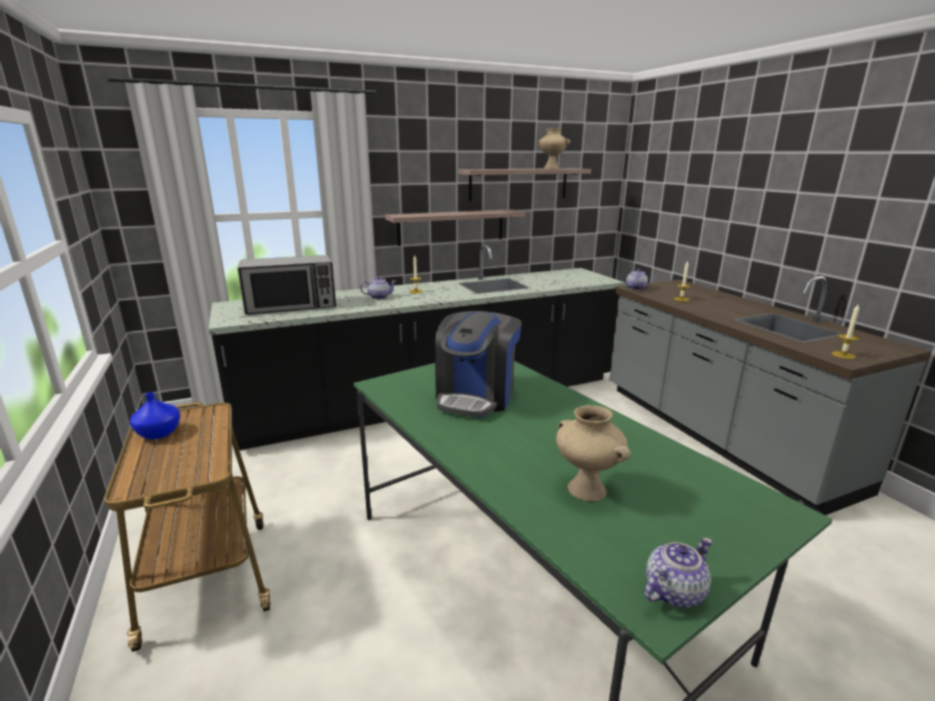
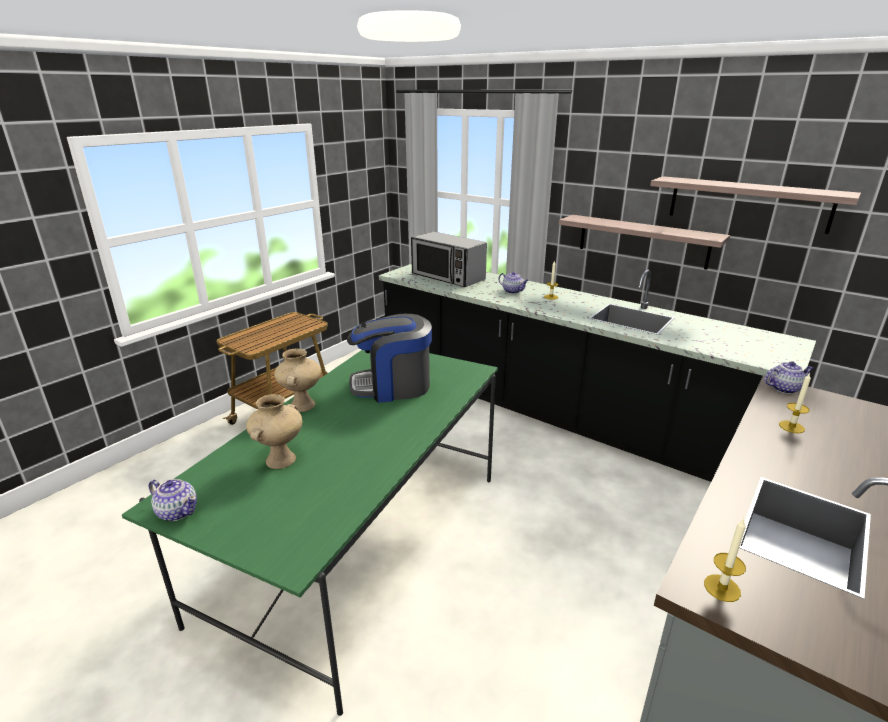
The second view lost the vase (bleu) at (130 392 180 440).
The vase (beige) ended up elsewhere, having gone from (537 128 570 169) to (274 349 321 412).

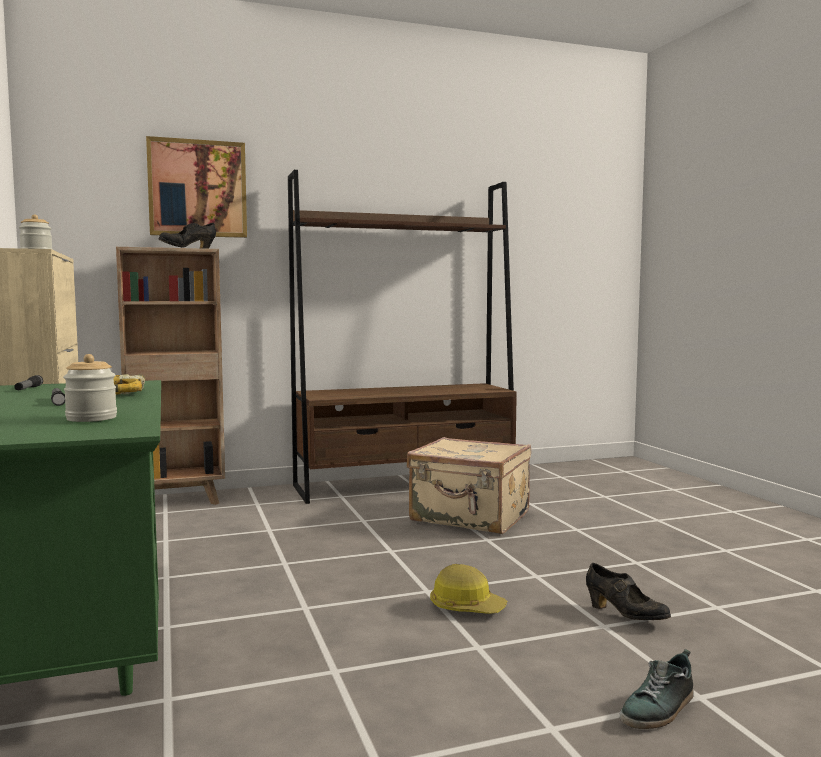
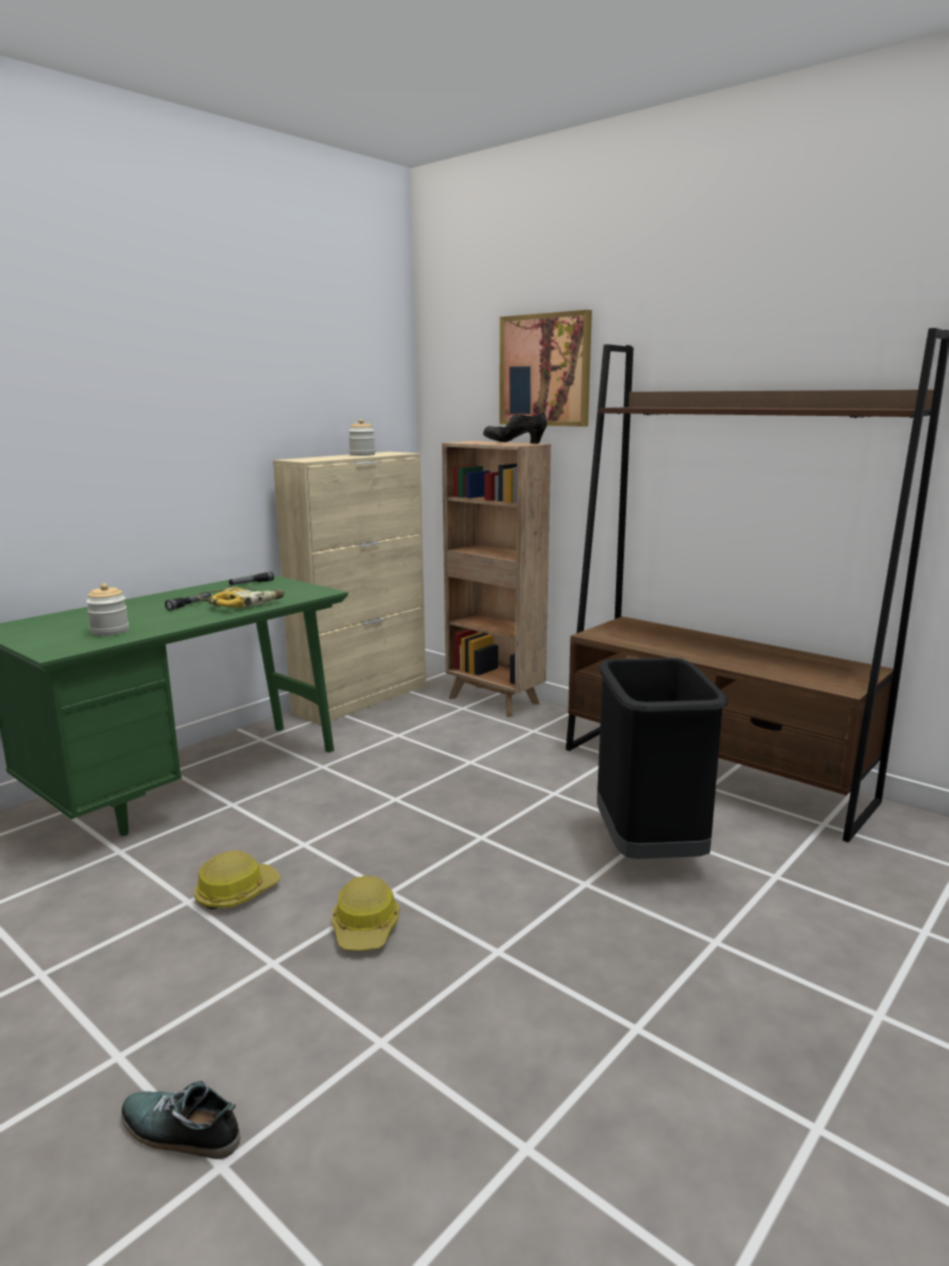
Where the valise (beige) stood at (407 437 531 534), the poubelle (noir) came to stand at (597 658 728 859).
The second view lost the chaussure (noir) at (586 563 671 620).
The second view gained the casque de chantier at (194 851 281 910).

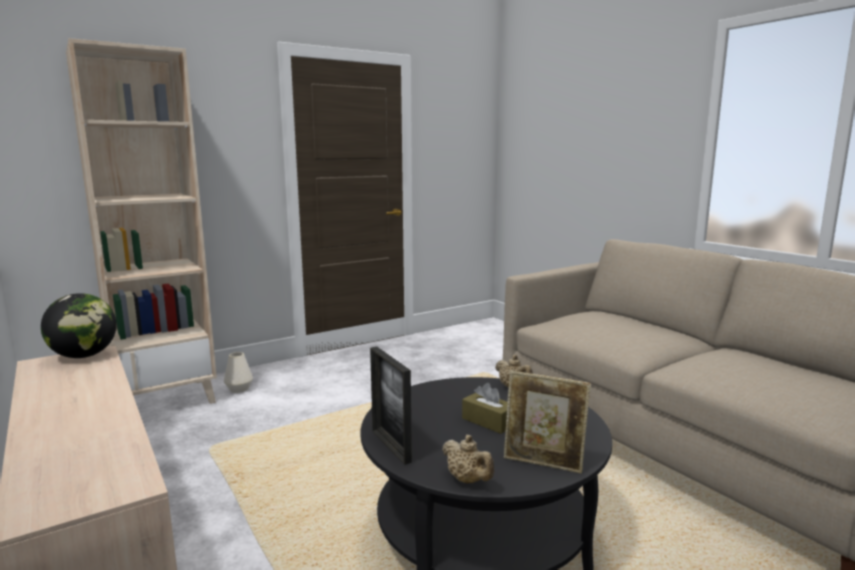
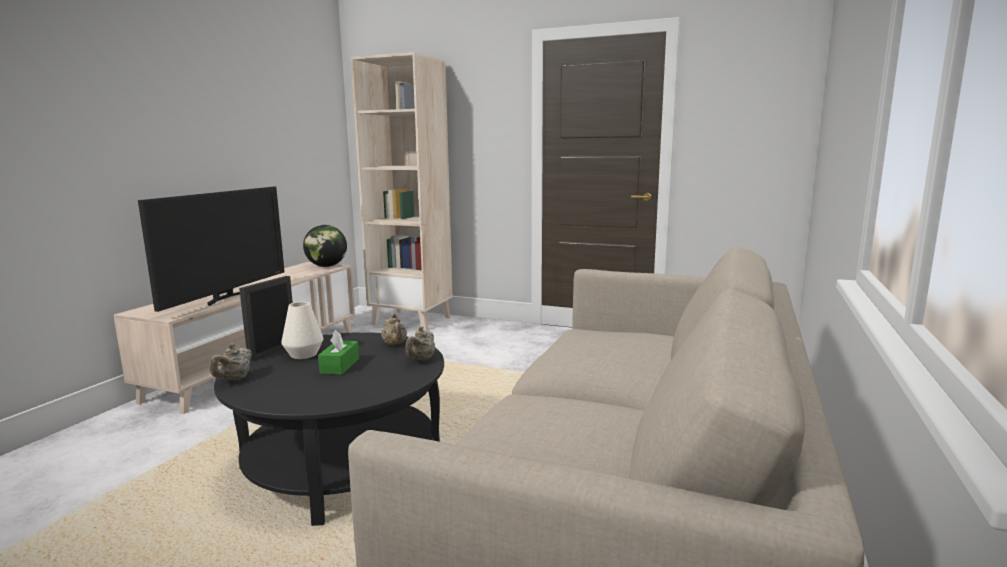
The vase (blanc) ended up elsewhere, having gone from (224 352 253 393) to (281 302 323 359).
What was the boîte à mouchoirs (marron) at (462 383 507 434) turned into the boîte à mouchoirs (vert) at (318 330 359 375).
The second view lost the cadre photo at (504 370 591 474).
The second view gained the téléviseur at (138 187 285 312).
The second view gained the théière (beige) at (381 313 407 346).

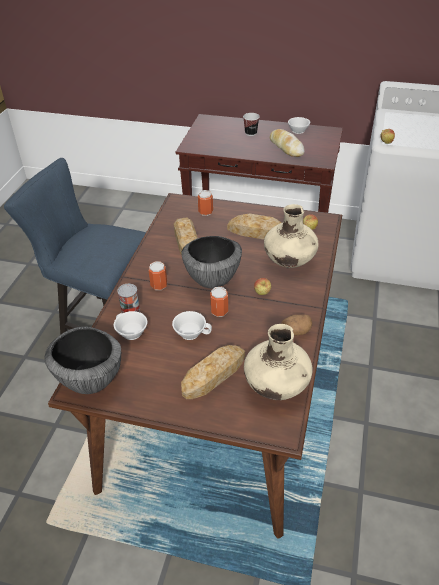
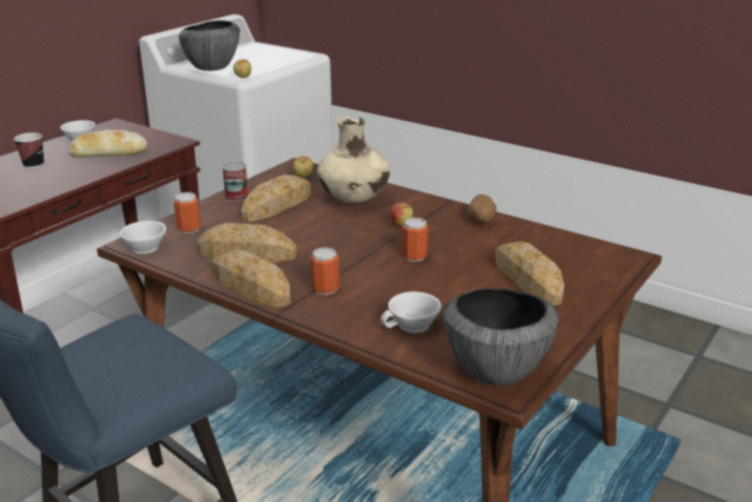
The boîte métallique ended up elsewhere, having gone from (117 284 140 313) to (222 162 248 201).
The tasse (blanc) ended up elsewhere, having gone from (172 311 212 340) to (120 221 166 254).
The bol ended up elsewhere, having gone from (181 236 242 288) to (179 20 240 71).
The second view lost the vase (beige) at (244 324 313 400).
The second view gained the pain at (210 250 290 307).

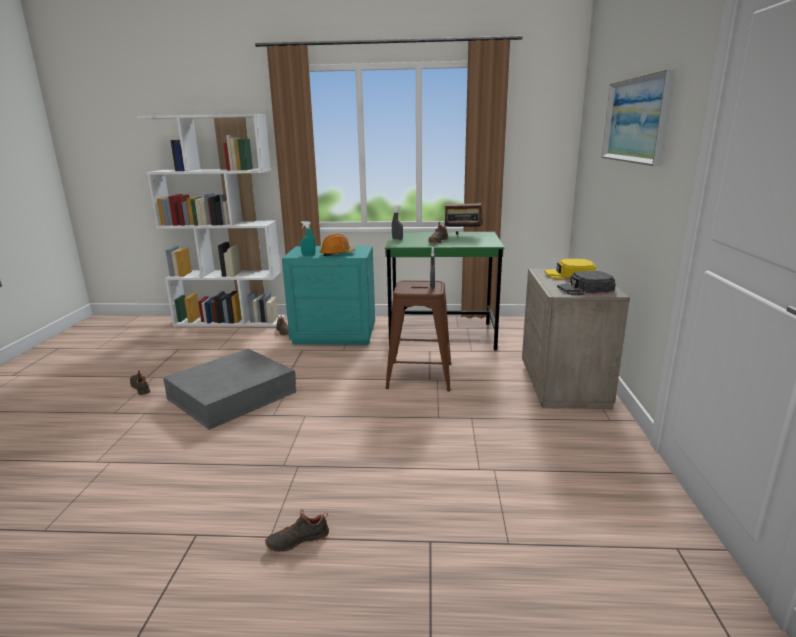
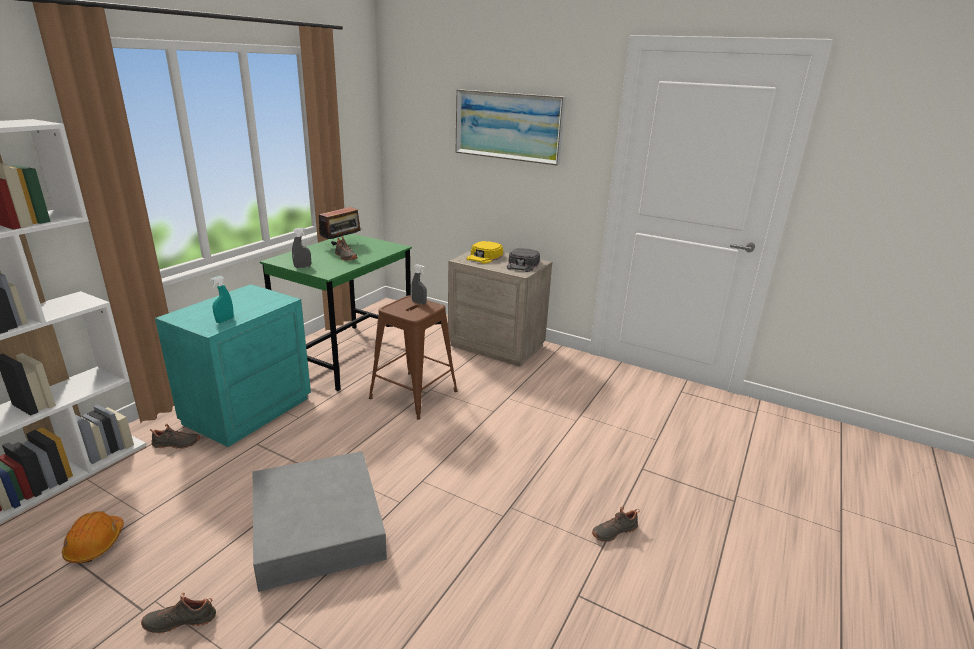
The chaussure (noir) at (265 509 329 552) ended up facing another way, 60 degrees clockwise from before.
The casque de chantier (orange) ended up elsewhere, having gone from (320 234 355 256) to (62 511 124 563).

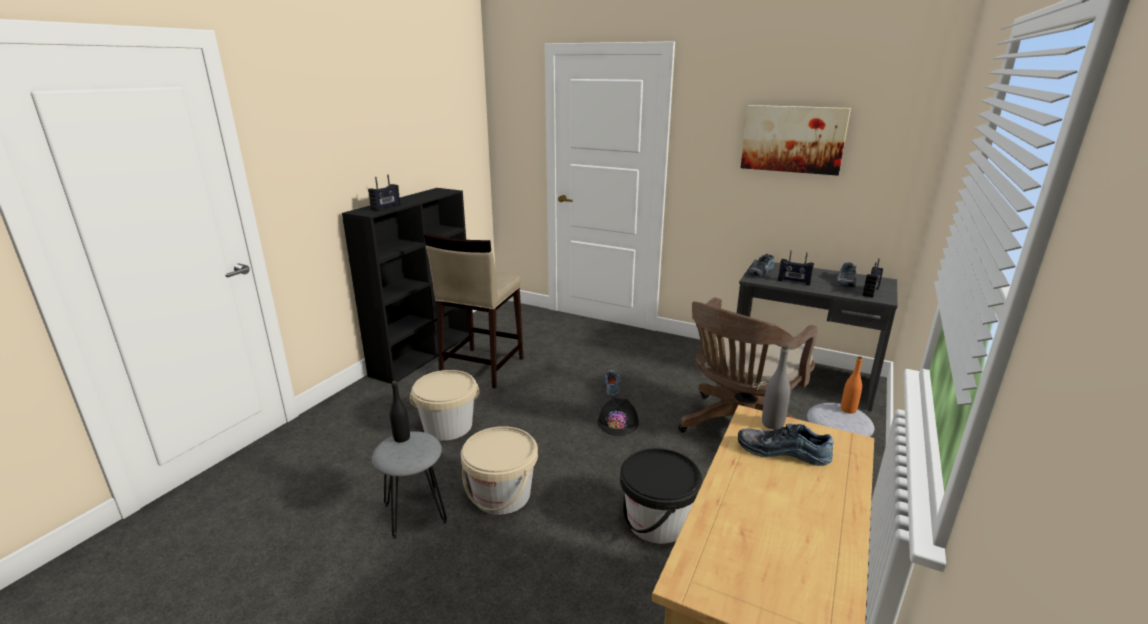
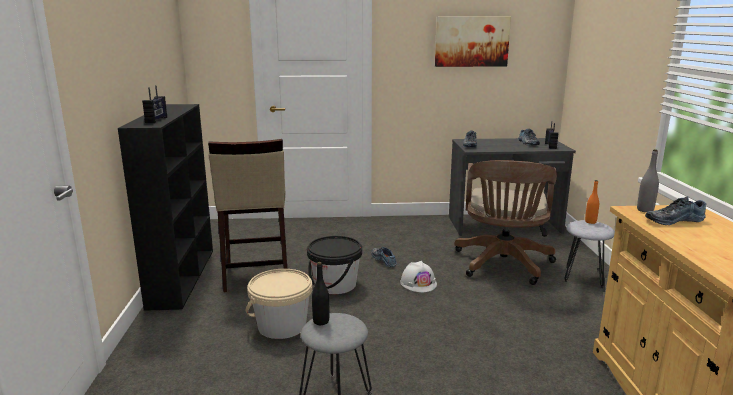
The second view lost the seau (beige) at (461 426 538 515).
What was the casque de chantier (noir) at (598 398 639 436) turned into the casque de chantier (blanc) at (400 261 437 292).
The seau (noir) ended up elsewhere, having gone from (620 448 703 544) to (307 236 362 294).
The second view lost the radio at (778 250 814 285).

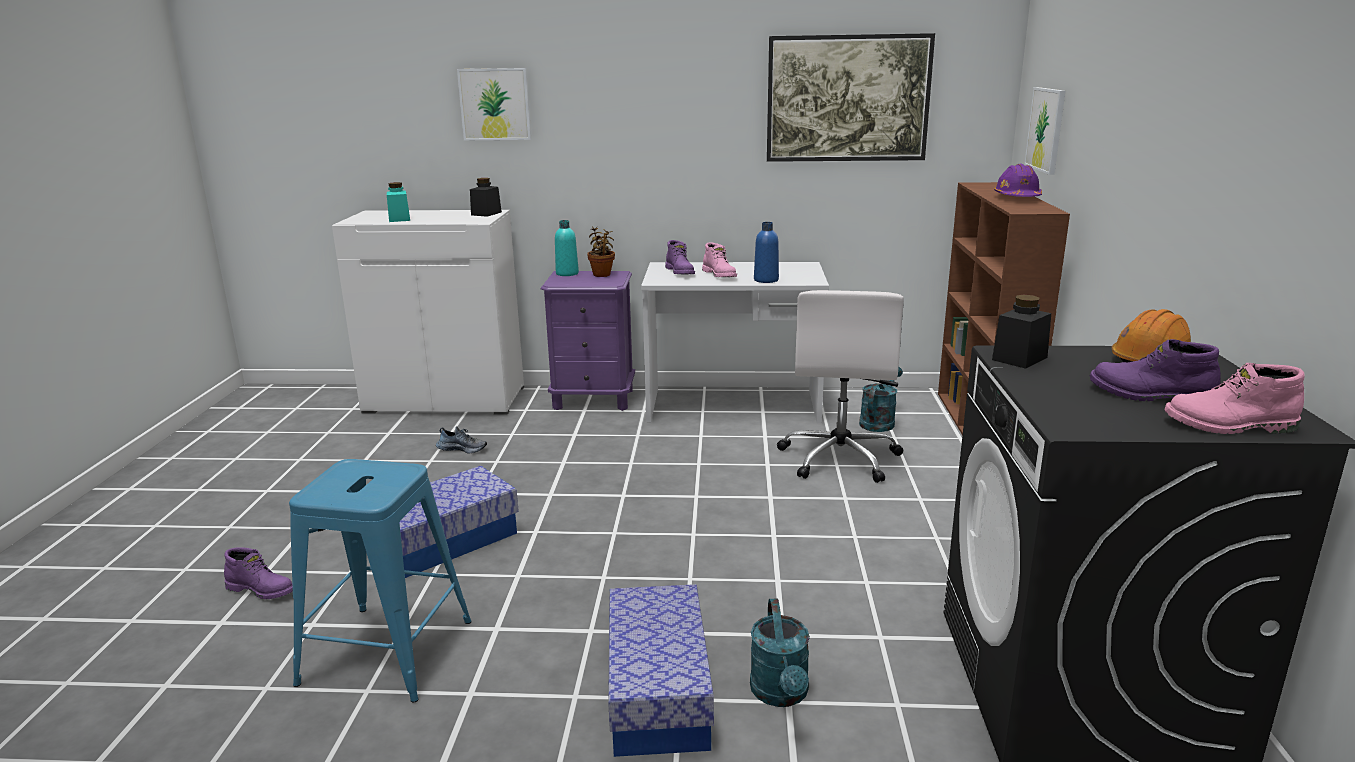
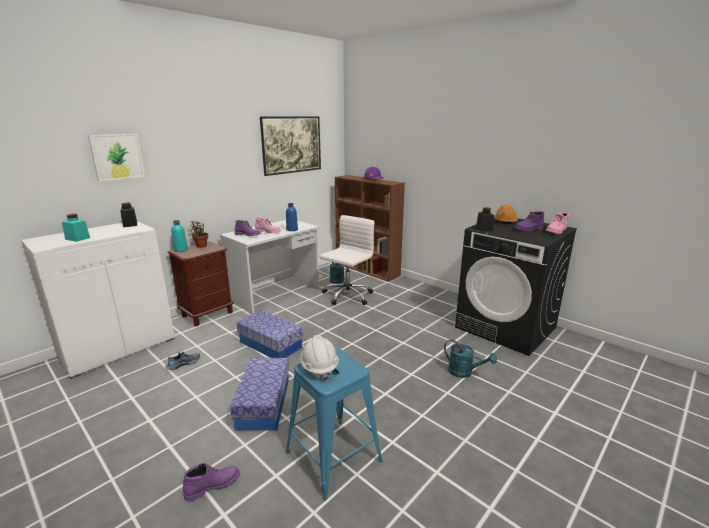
What was the table de chevet (violet) at (541 271 635 411) turned into the table de chevet (marron) at (168 241 234 326).
The boîte de rangement ended up elsewhere, having gone from (608 584 714 757) to (236 310 303 358).
The chaise de bureau (blanc) at (777 290 904 483) ended up facing another way, 105 degrees counterclockwise from before.
The second view lost the tableau at (1024 87 1066 175).
The second view gained the casque de chantier (blanc) at (300 335 339 381).

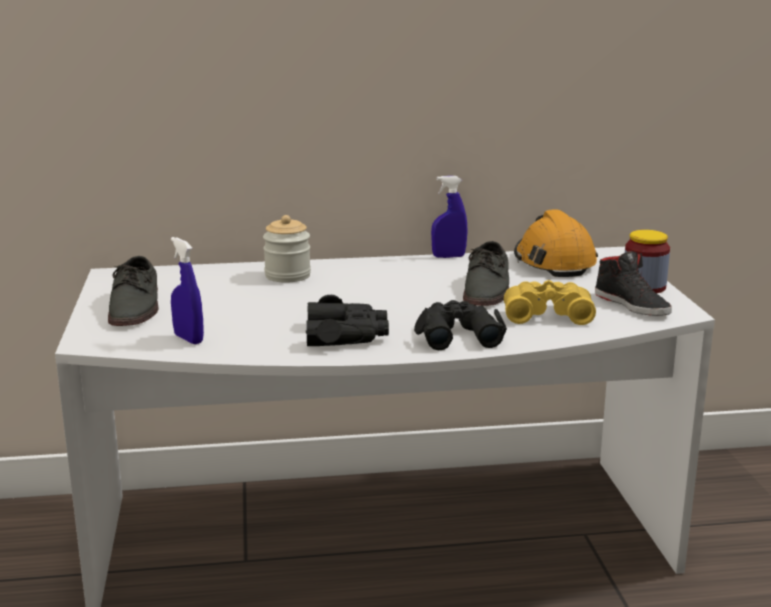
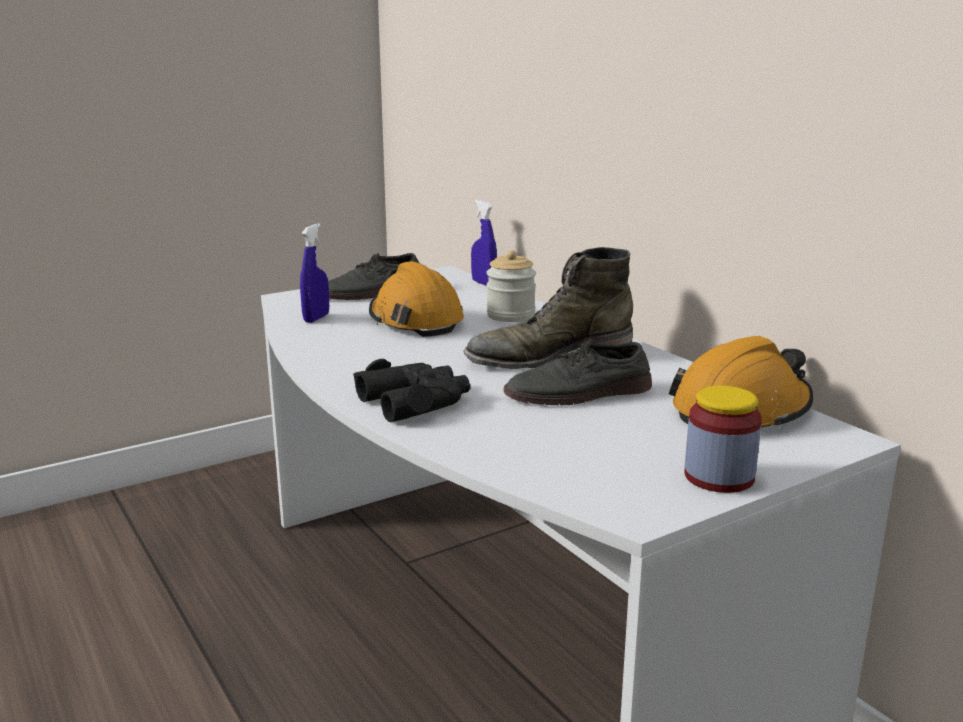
The second view lost the jumelles (noir) at (306 295 389 346).
The vaporisateur (bleu) ended up elsewhere, having gone from (431 176 468 258) to (471 200 497 286).
The second view lost the jumelles (jaune) at (504 280 596 325).
The second view lost the chaussure (noir) at (595 251 672 316).
The second view gained the casque de chantier (orange) at (369 261 464 337).
The second view gained the botte (vert) at (463 247 633 369).

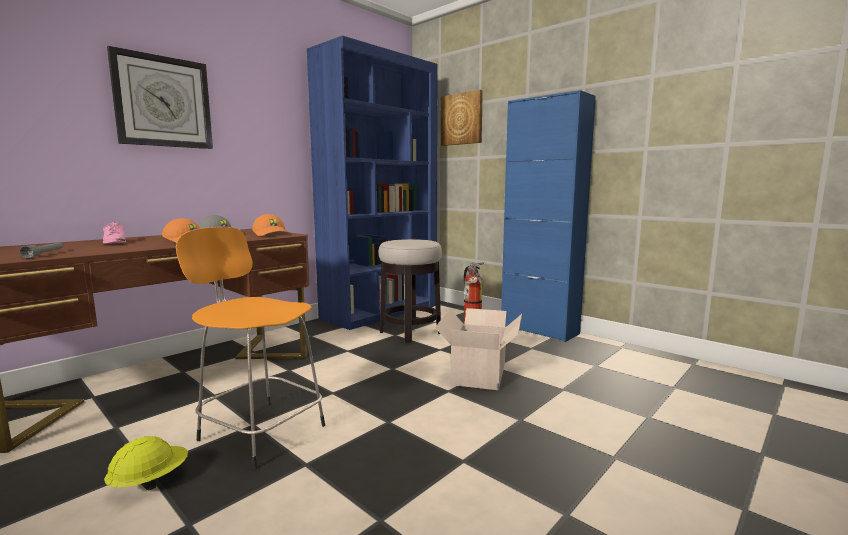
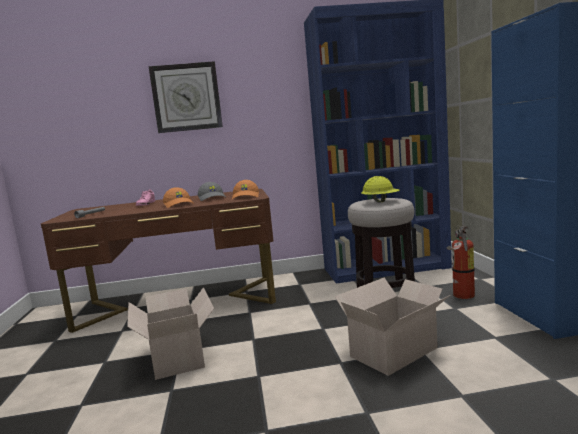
The casque de chantier (jaune) ended up elsewhere, having gone from (104 436 188 491) to (361 176 400 202).
Where the tabouret (orange) stood at (176 227 325 470), the carton came to stand at (127 287 214 380).
The second view lost the tableau at (441 90 483 146).

